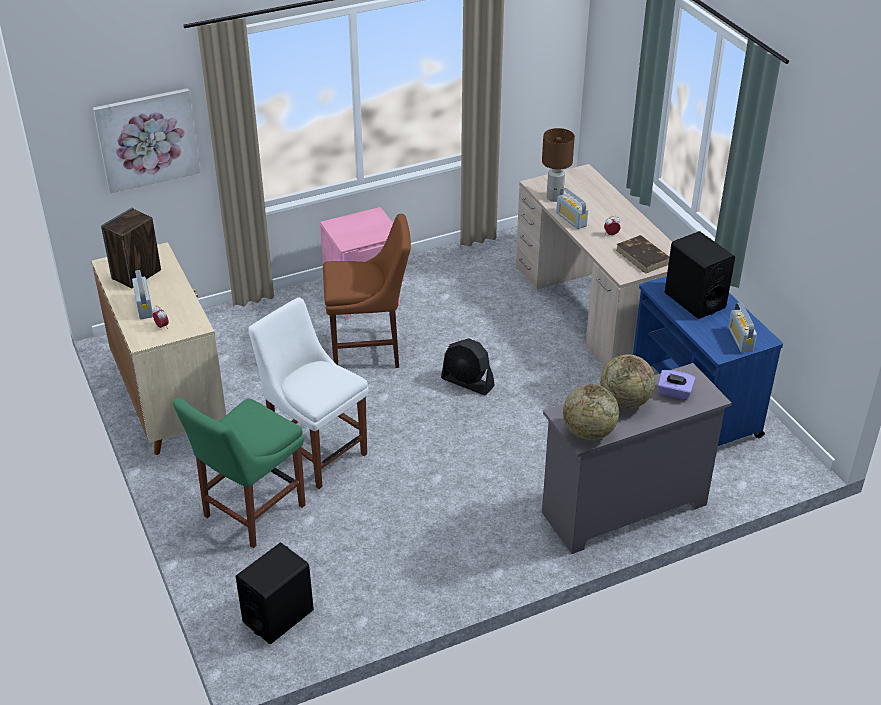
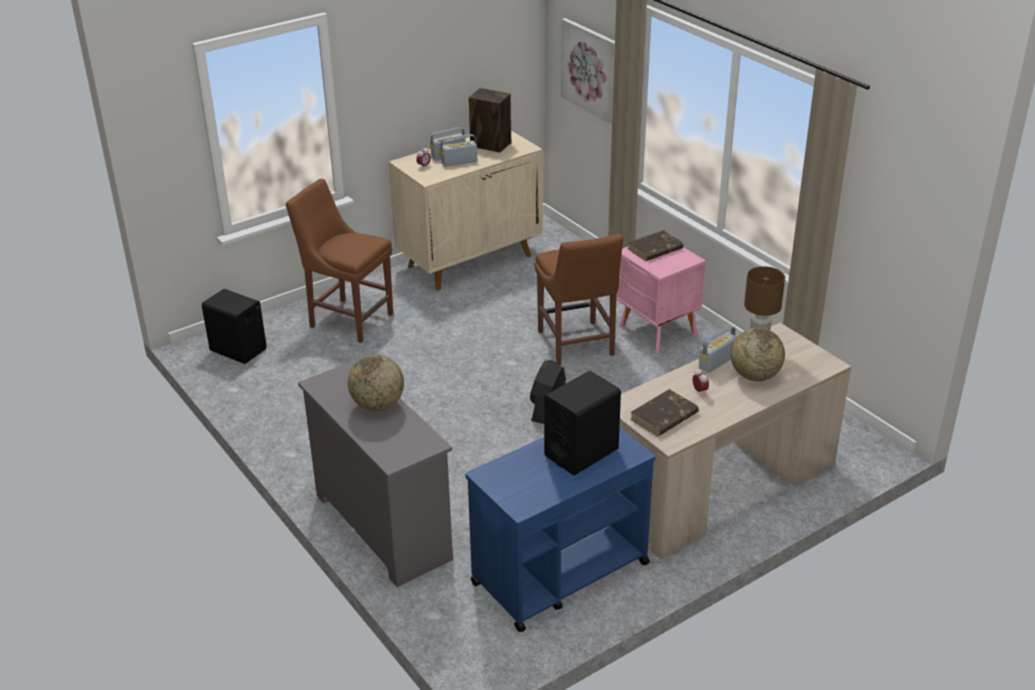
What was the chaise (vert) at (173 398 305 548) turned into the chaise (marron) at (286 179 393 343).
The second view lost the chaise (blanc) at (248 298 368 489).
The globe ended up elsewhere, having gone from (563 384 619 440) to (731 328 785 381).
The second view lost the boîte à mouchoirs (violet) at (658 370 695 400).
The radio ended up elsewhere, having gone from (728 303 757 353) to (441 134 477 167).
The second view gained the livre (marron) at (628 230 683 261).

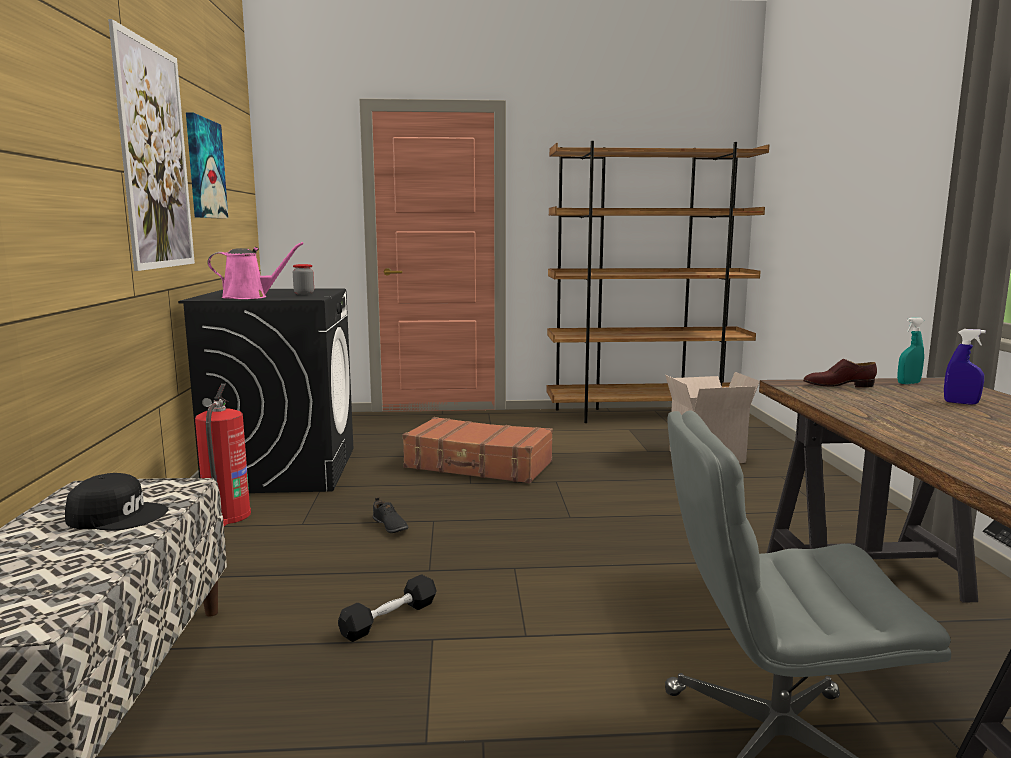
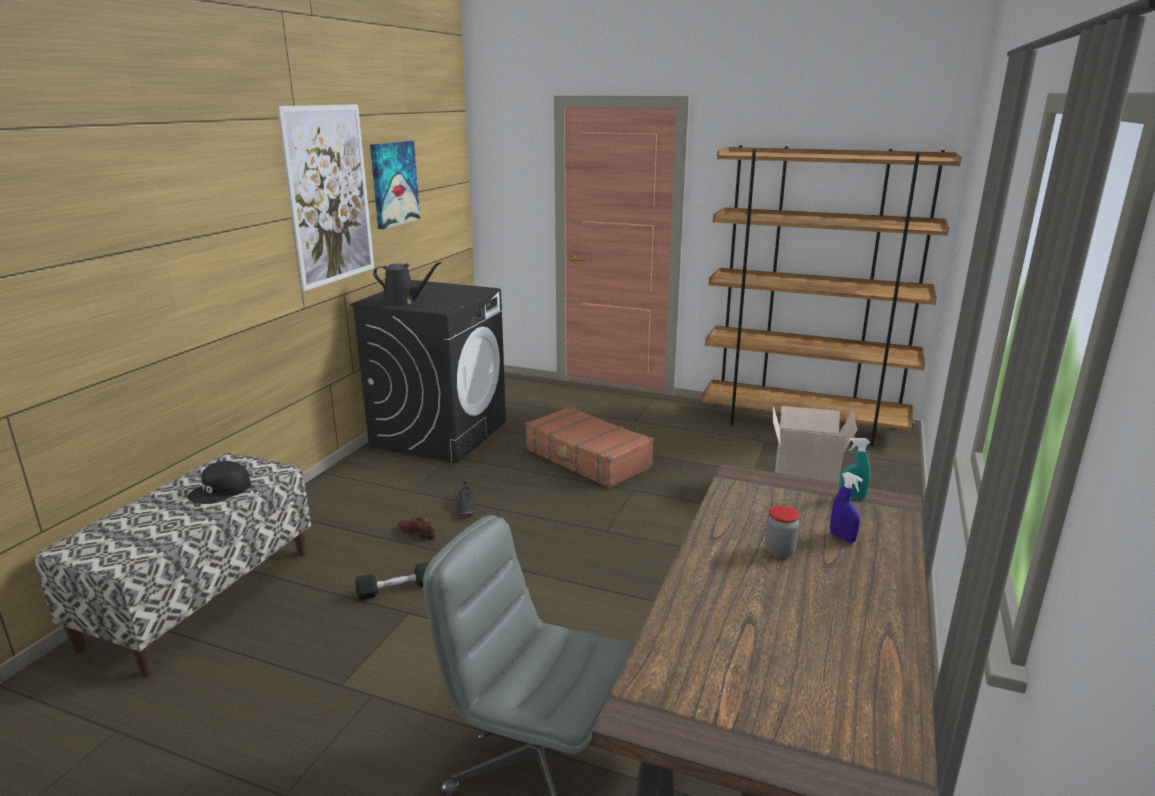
The casquette (noir) at (65 473 168 530) ended up facing another way, 105 degrees clockwise from before.
The second view lost the extincteur at (195 383 251 526).
What was the arrosoir (rose) at (207 242 304 299) turned into the arrosoir (noir) at (373 262 441 307).
The bocal ended up elsewhere, having gone from (293 264 314 295) to (765 506 800 558).
The chaussure (marron) ended up elsewhere, having gone from (803 359 877 388) to (398 516 436 540).

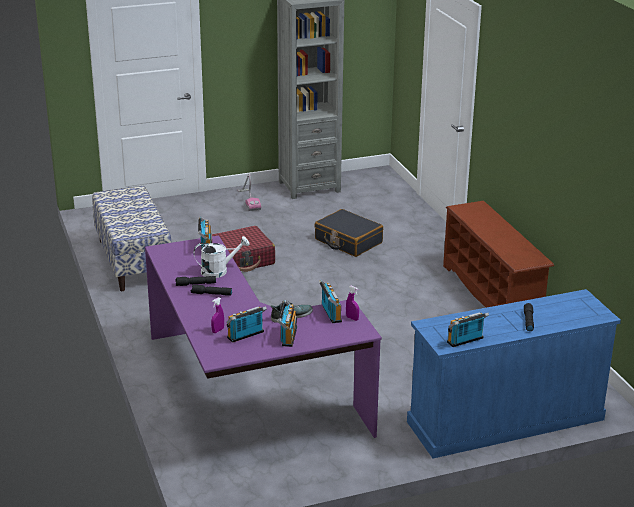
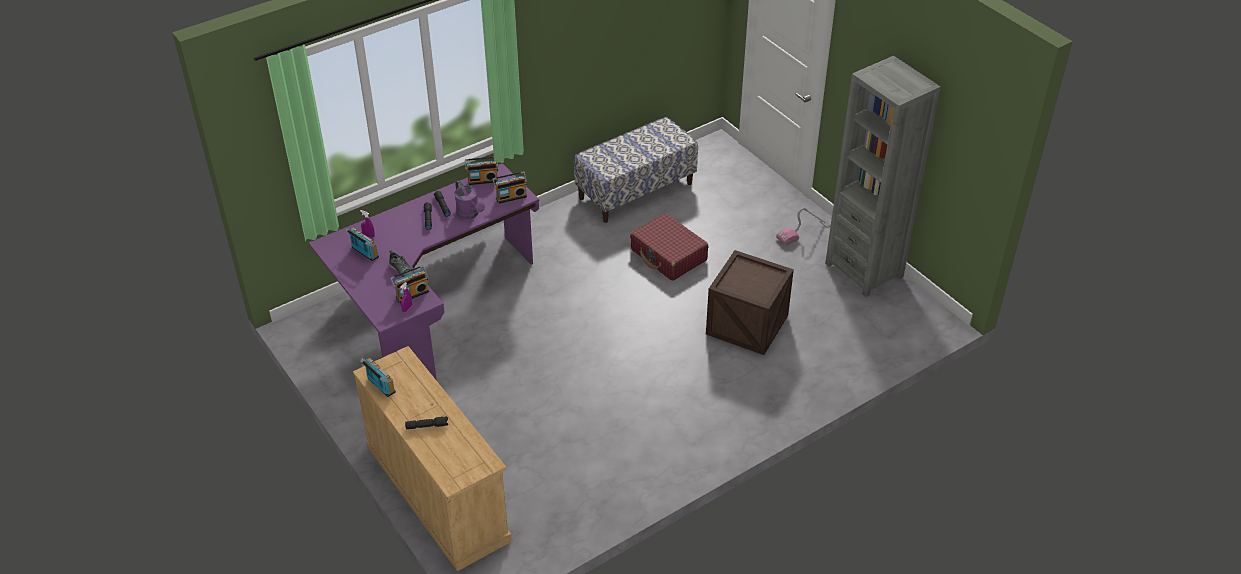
What was the arrosoir (blanc) at (193 236 250 278) turned into the arrosoir (violet) at (455 181 485 219).
The radio ended up elsewhere, having gone from (277 300 297 347) to (465 156 499 185).
Where the valise (noir) stood at (314 209 383 257), the caisse came to stand at (706 250 794 355).
What was the commode (bleu) at (407 289 621 458) turned into the commode (beige) at (353 346 512 571).
The second view lost the étagère à chaussures (marron) at (443 201 554 308).

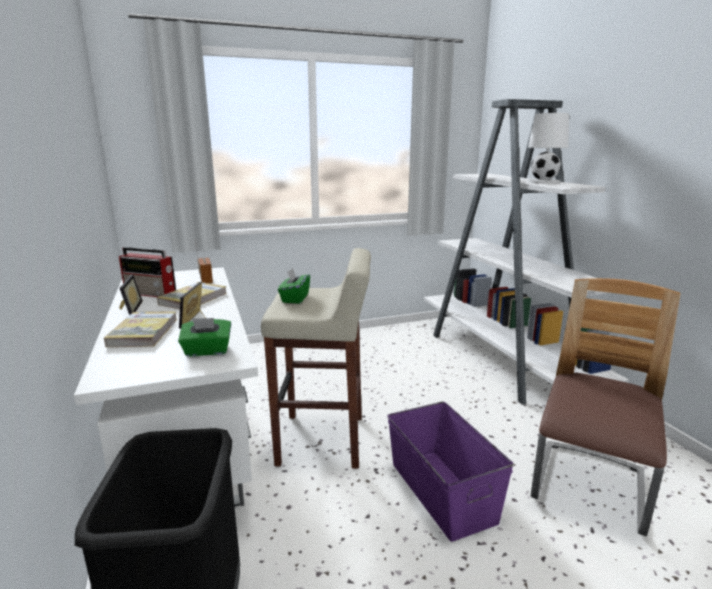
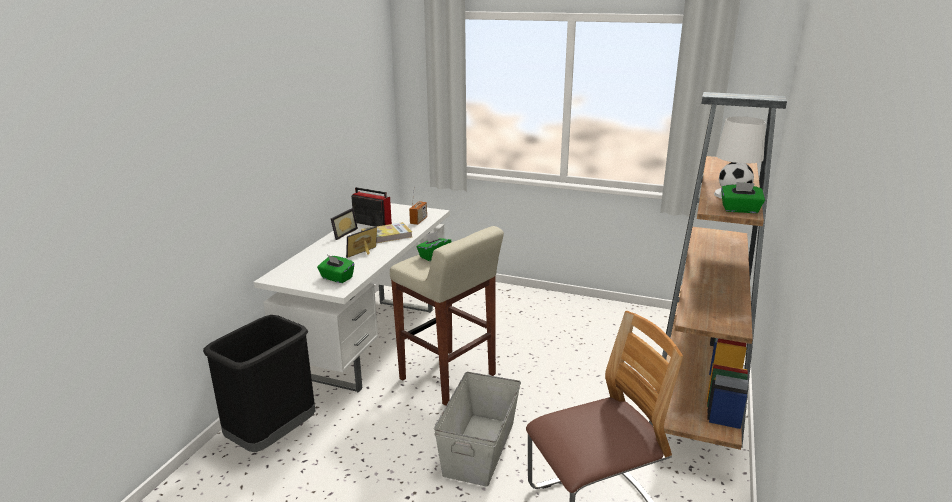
The second view lost the livre at (104 311 177 347).
The radio at (119 247 176 297) ended up facing another way, 150 degrees clockwise from before.
What was the boîte de rangement (violet) at (388 401 514 542) turned into the boîte de rangement (gris) at (434 372 521 487).
What was the bibliothèque (blanc) at (424 99 629 405) turned into the bibliothèque (marron) at (649 92 787 450).
The second view gained the boîte à mouchoirs (vert) at (721 182 765 213).

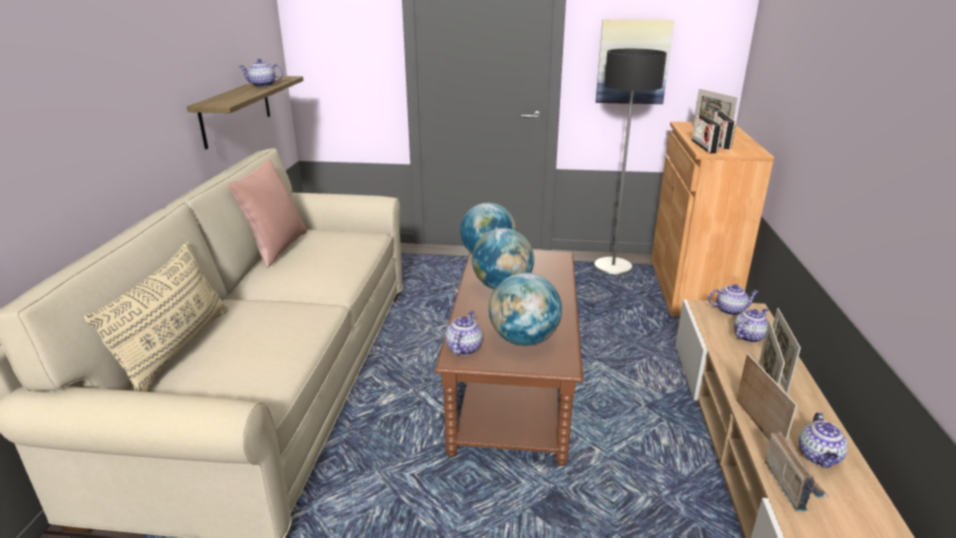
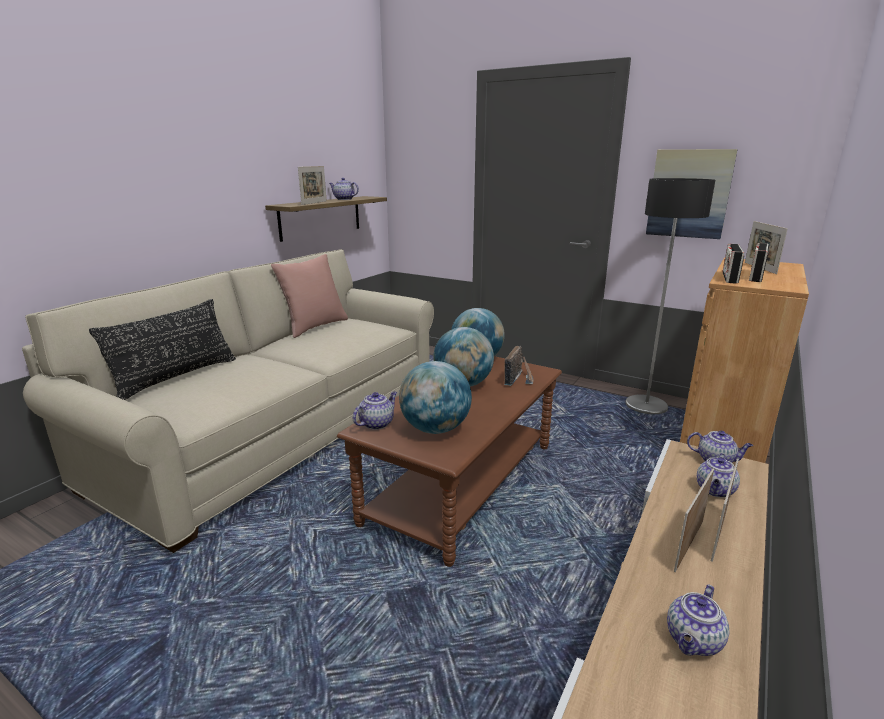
What was the coussin (beige) at (84 242 228 392) turned into the coussin (noir) at (89 299 236 400).
The théière at (734 308 769 343) ended up facing another way, 135 degrees clockwise from before.
The cadre photo ended up elsewhere, having gone from (736 353 797 441) to (298 166 327 205).
The radio ended up elsewhere, having gone from (765 431 829 512) to (504 345 533 386).

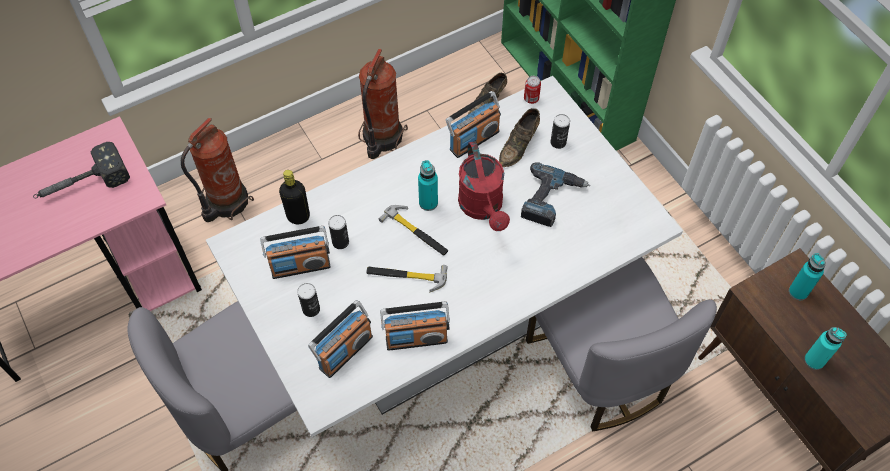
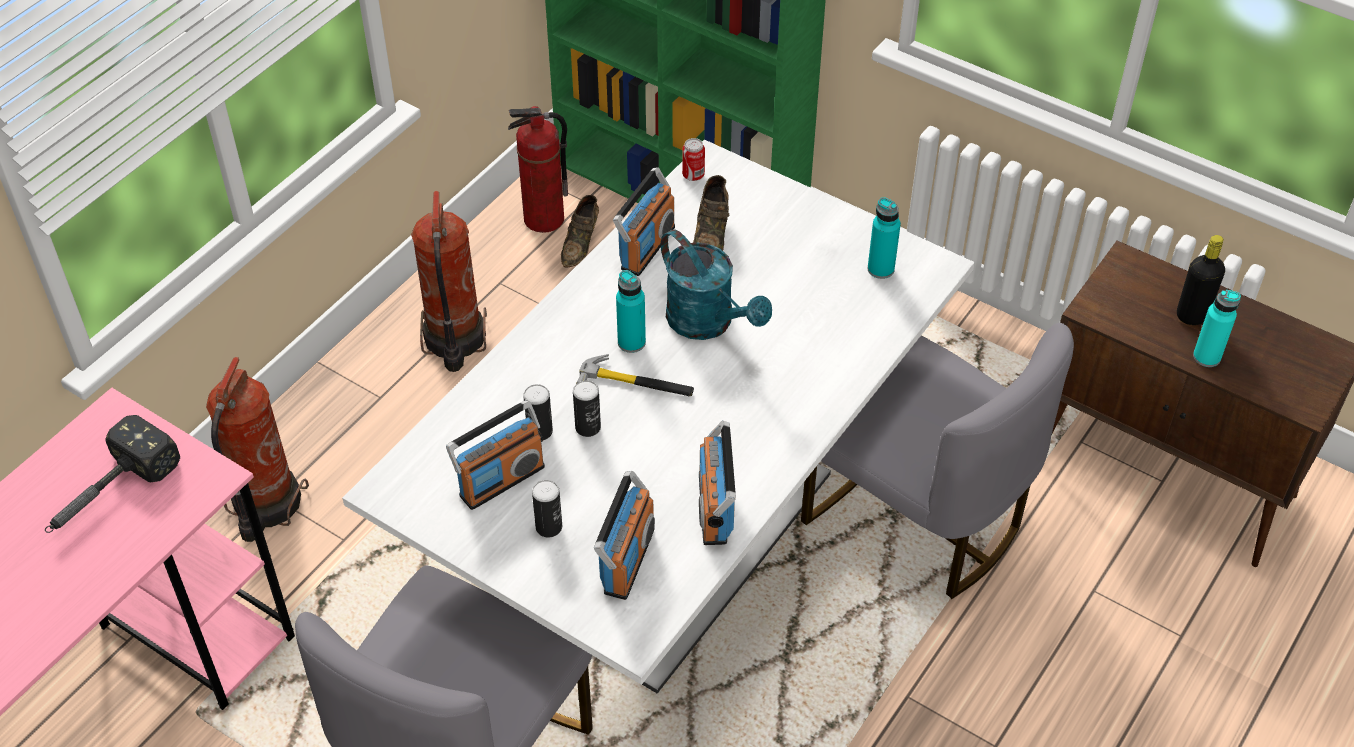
The bouteille (noir) ended up elsewhere, having gone from (279 170 310 224) to (1177 235 1225 325).
The second view lost the marteau at (366 265 448 293).
The radio at (380 302 450 350) ended up facing another way, 120 degrees clockwise from before.
What was the arrosoir (rouge) at (458 141 510 231) turned into the arrosoir (turquoise) at (661 229 772 340).
The second view lost the perceuse at (521 162 590 227).
The boîte métallique ended up elsewhere, having gone from (550 114 570 149) to (573 380 601 437).
The bouteille (turquoise) ended up elsewhere, having gone from (789 253 826 300) to (868 197 901 279).
The second view gained the extincteur at (508 106 568 233).

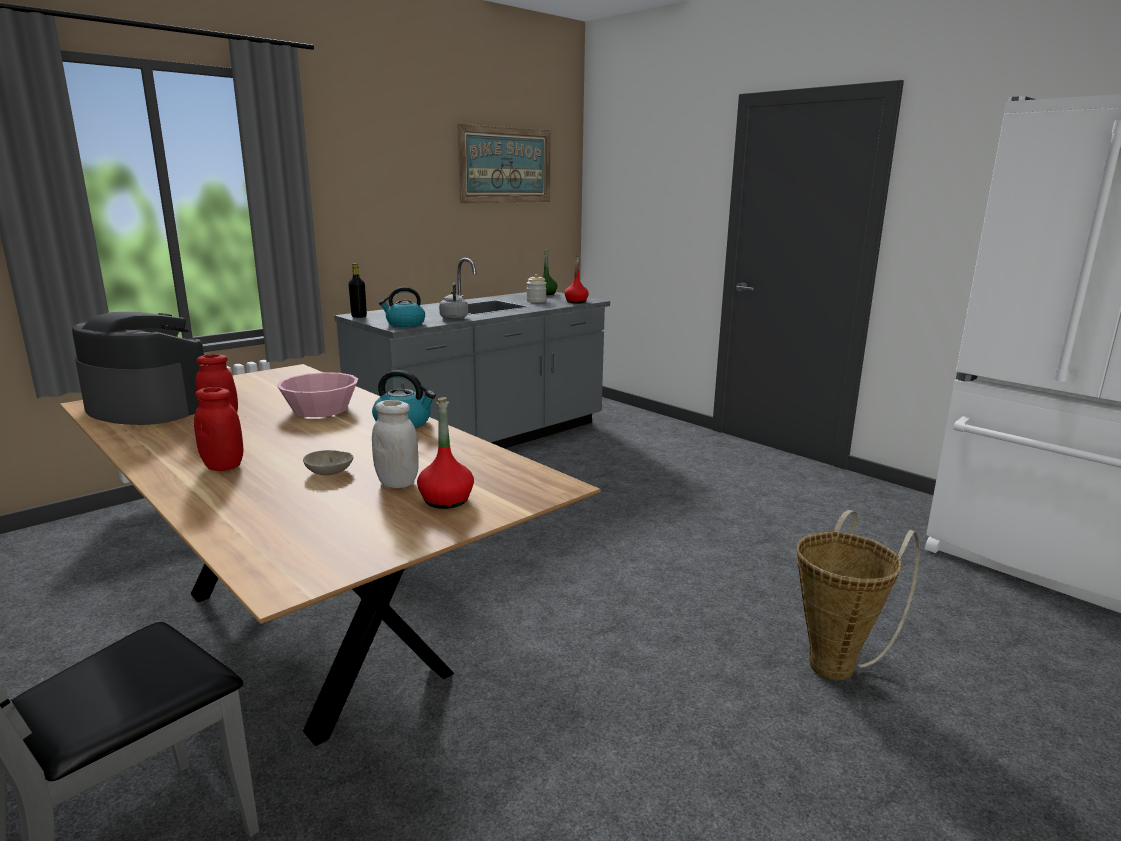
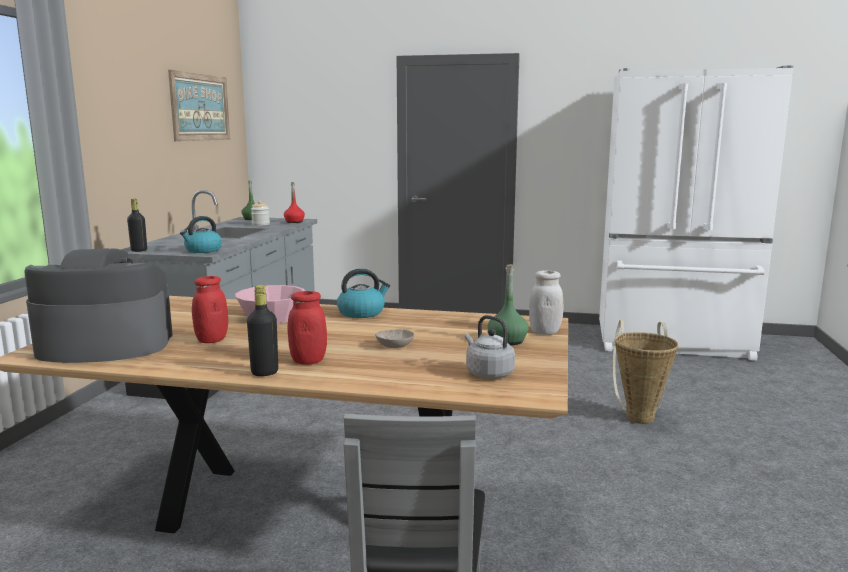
The bocal (blanc) ended up elsewhere, having gone from (372 400 419 488) to (529 271 563 335).
What was the bouteille (rouge) at (417 397 474 509) turned into the bouteille (vert) at (488 264 529 345).
The bouilloire (gris) ended up elsewhere, having gone from (439 283 468 320) to (465 315 515 379).
The second view gained the bouteille (noir) at (247 285 278 376).

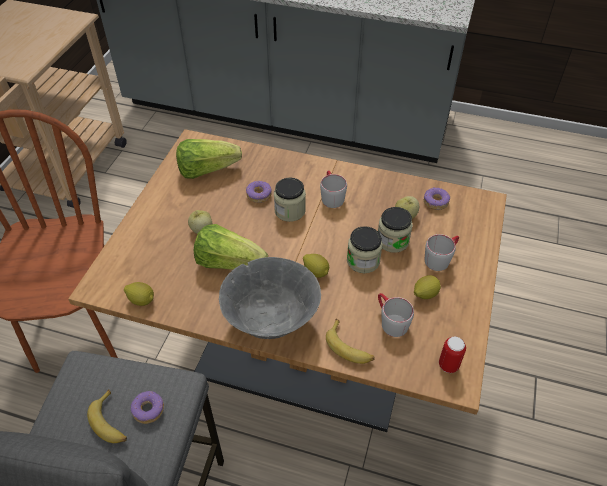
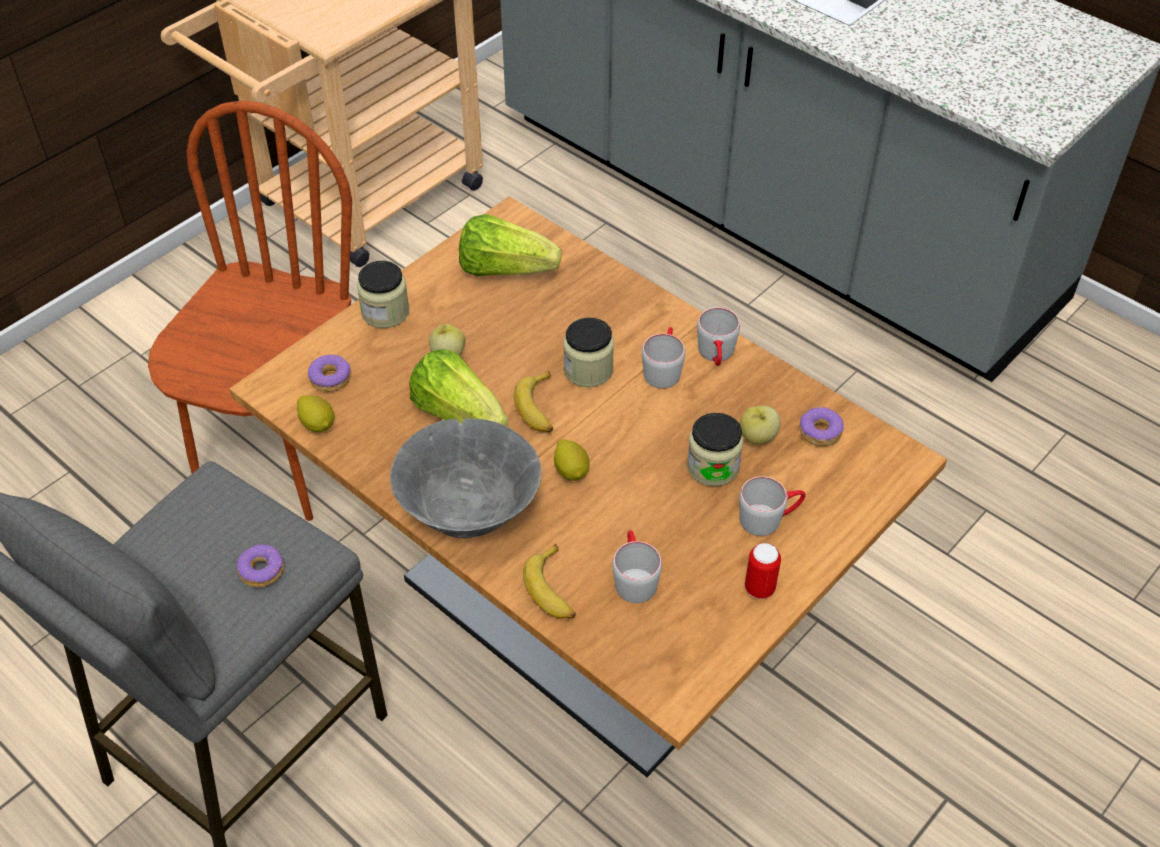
The banane ended up elsewhere, having gone from (87 389 127 443) to (514 371 553 432).
The beignet ended up elsewhere, having gone from (246 181 272 203) to (308 355 351 392).
The bocal ended up elsewhere, having gone from (347 226 383 273) to (357 261 409 328).
The second view lost the citron at (414 275 441 299).
The boîte métallique ended up elsewhere, having gone from (439 337 466 373) to (745 543 781 599).
The second view gained the mug (gris) at (697 307 740 366).

